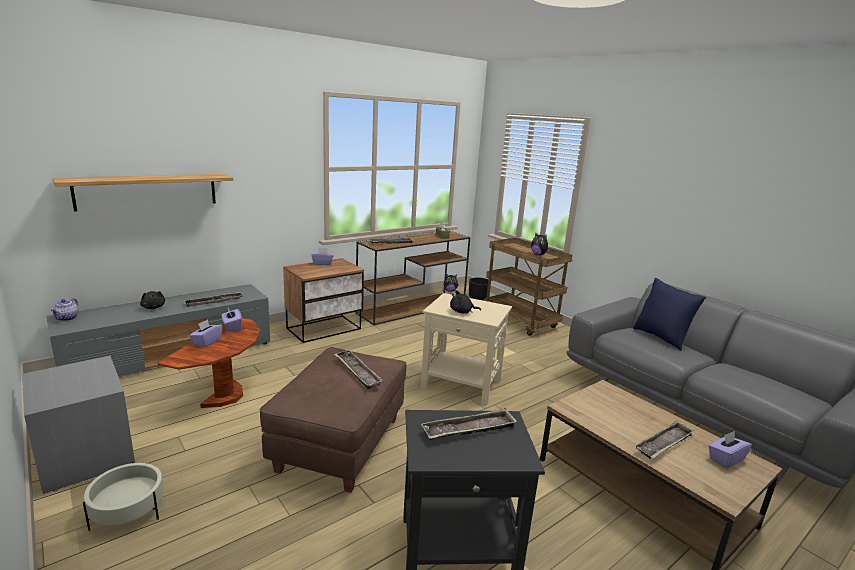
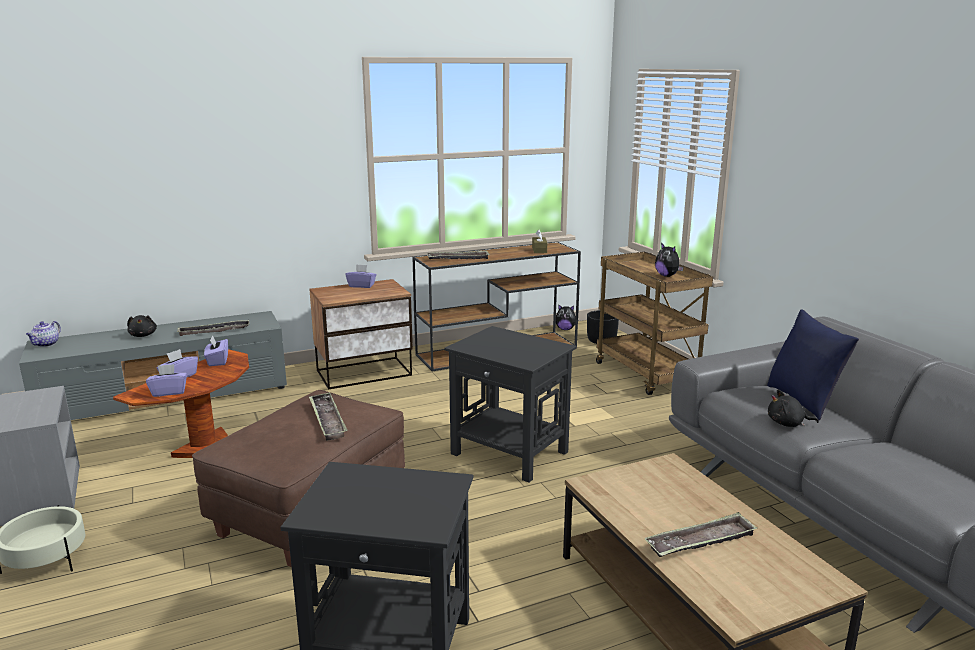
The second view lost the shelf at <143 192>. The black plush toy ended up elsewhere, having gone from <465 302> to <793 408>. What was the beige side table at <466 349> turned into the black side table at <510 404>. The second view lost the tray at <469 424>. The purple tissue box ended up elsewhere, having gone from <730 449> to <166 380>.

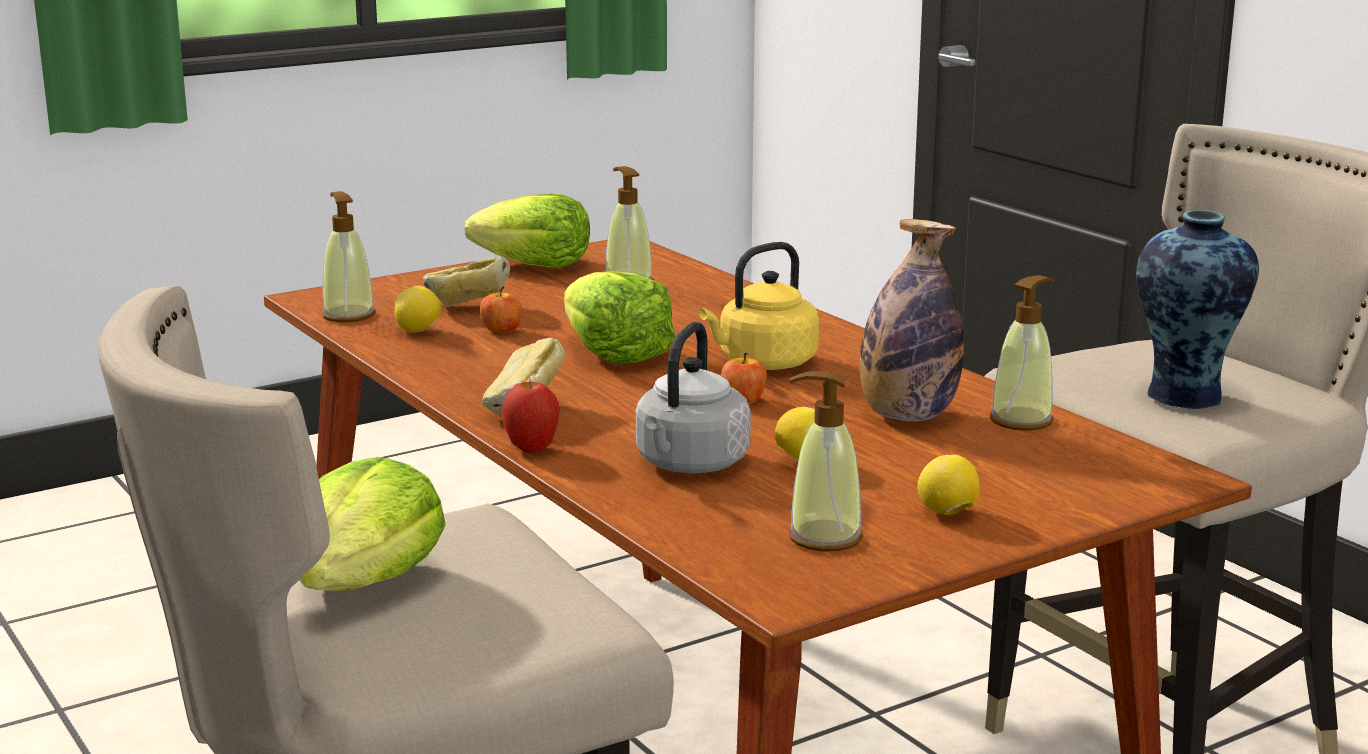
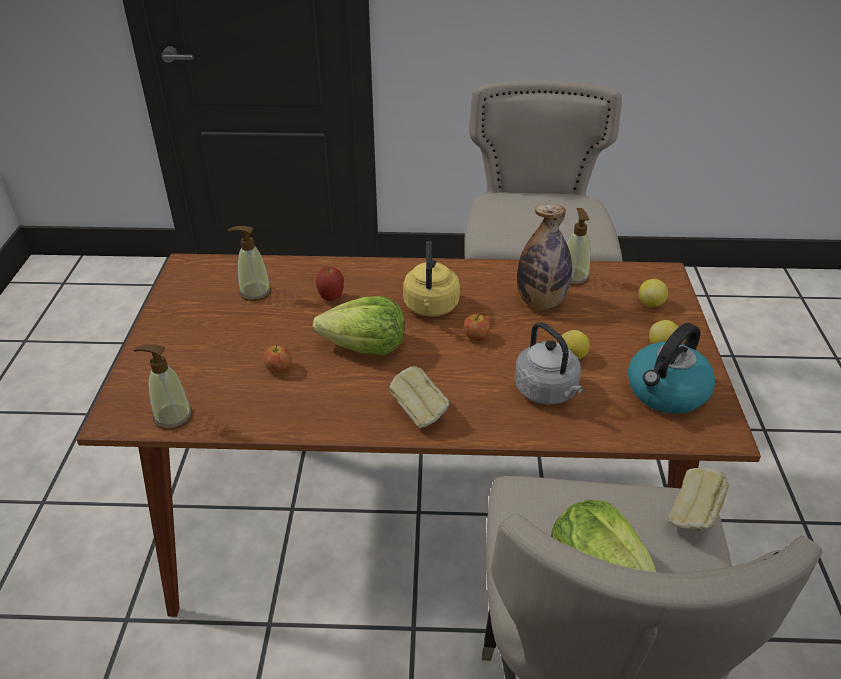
The second view lost the lettuce at <527 231>. The second view lost the vase at <1197 309>. The bread ended up elsewhere, having gone from <466 282> to <698 499>. The lemon ended up elsewhere, having gone from <418 309> to <653 293>. Where the soap dispenser stood at <826 461>, the kettle came to stand at <671 368>. The apple ended up elsewhere, having gone from <531 417> to <330 284>.

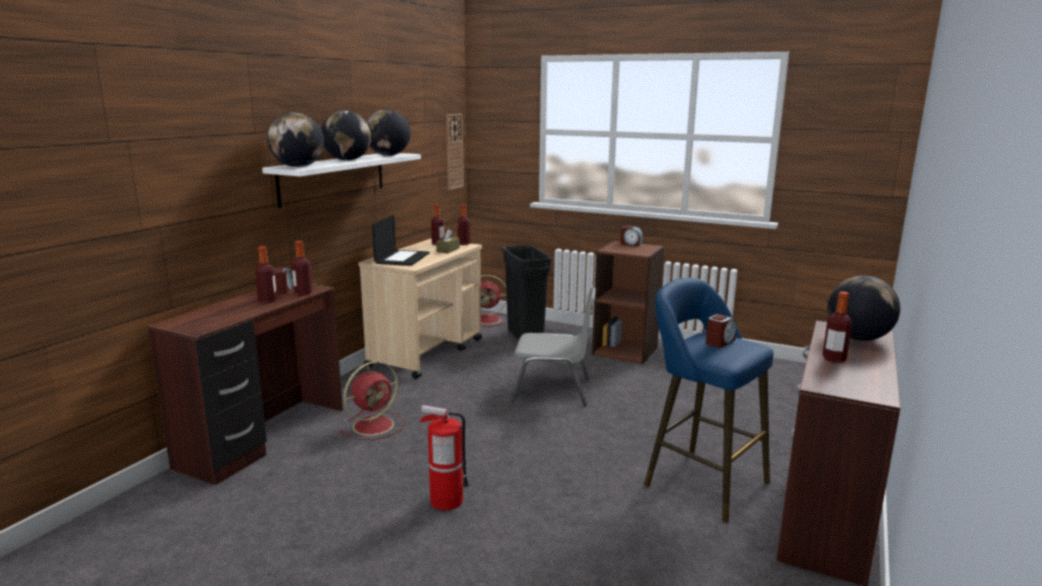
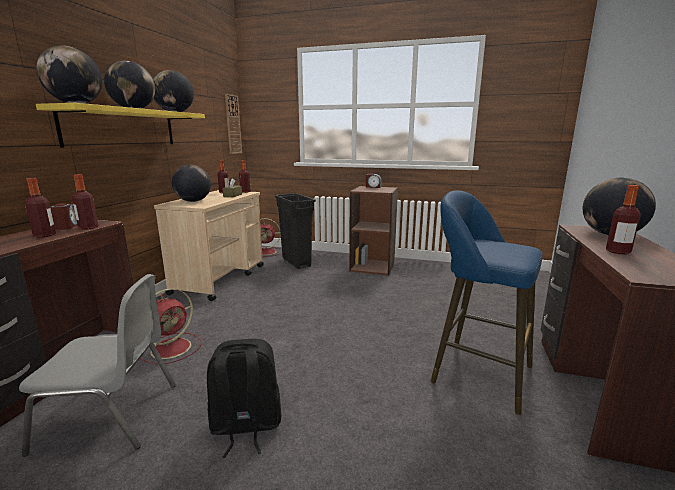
What was the white shelf at <341 180> turned into the yellow shelf at <120 125>. Where the laptop stood at <401 240>, the globe came to stand at <191 183>. The grey chair ended up elsewhere, having gone from <553 346> to <97 365>. The second view lost the alarm clock at <721 331>. Where the fire extinguisher stood at <444 458>, the black backpack came to stand at <244 398>.

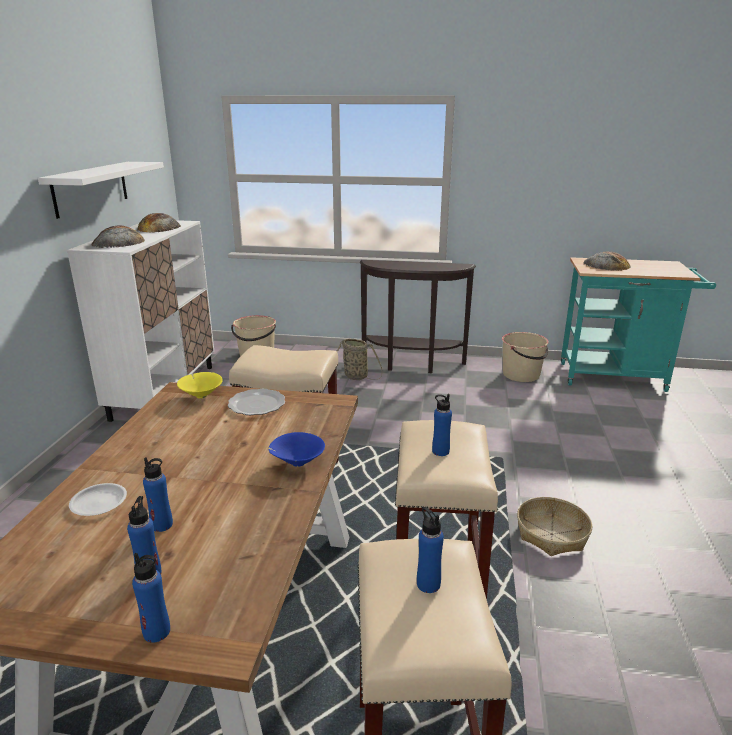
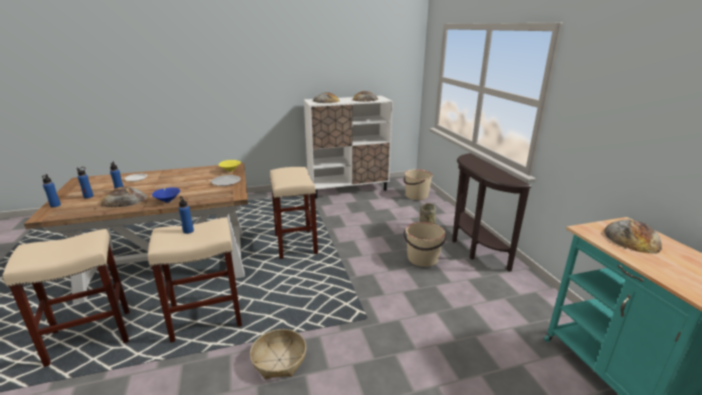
The second view lost the white shelf at <101 190>. The beige bucket ended up elsewhere, having gone from <525 357> to <425 244>. The second view lost the blue bottle at <430 550>. The second view gained the bread at <123 197>.

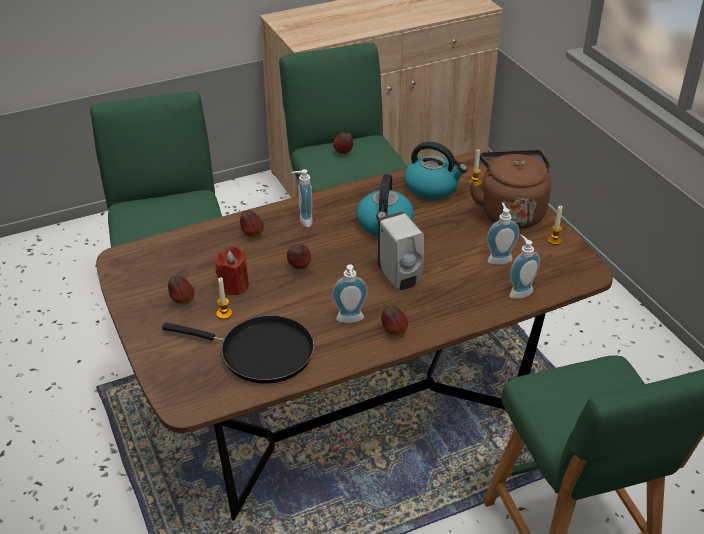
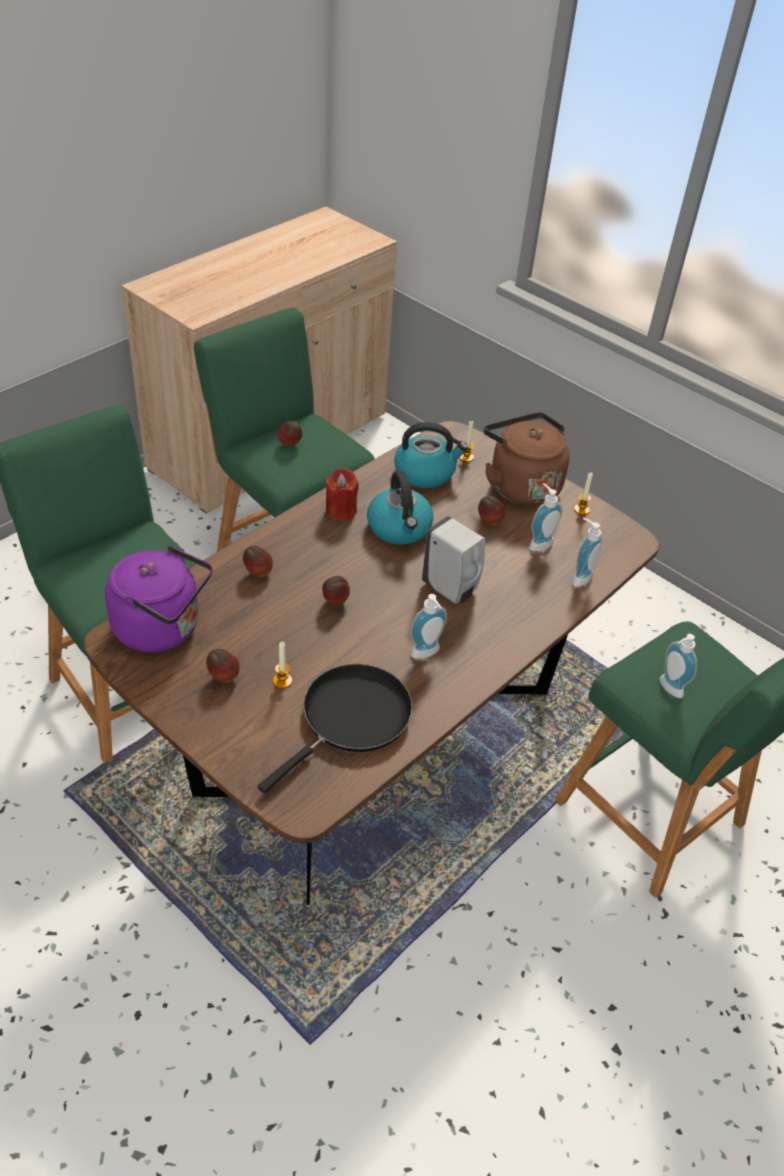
The soap dispenser ended up elsewhere, having gone from <302 198> to <678 666>. The red candle ended up elsewhere, having gone from <232 270> to <342 494>. The apple ended up elsewhere, having gone from <394 321> to <491 510>. The black frying pan at <238 349> ended up facing another way, 45 degrees counterclockwise from before. The second view gained the purple kettle at <159 598>.

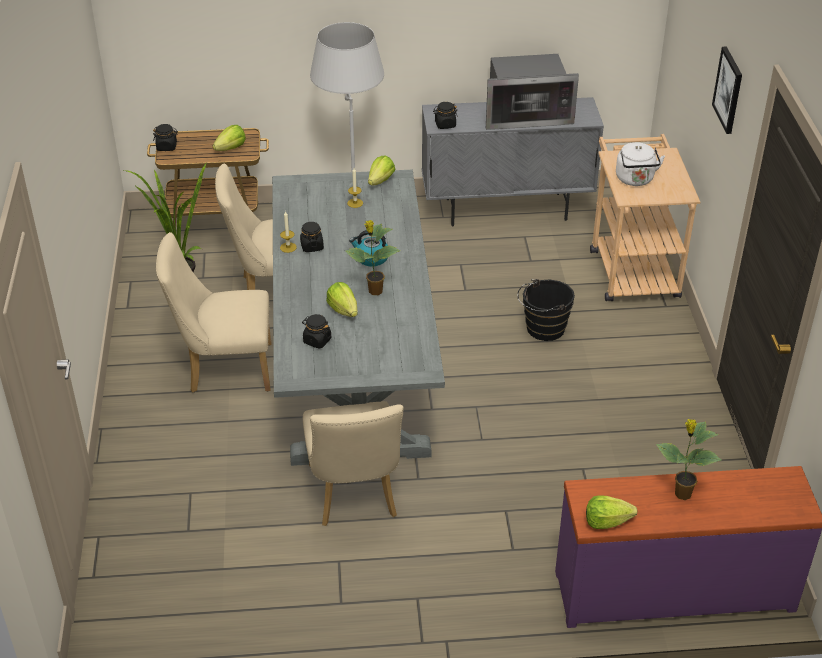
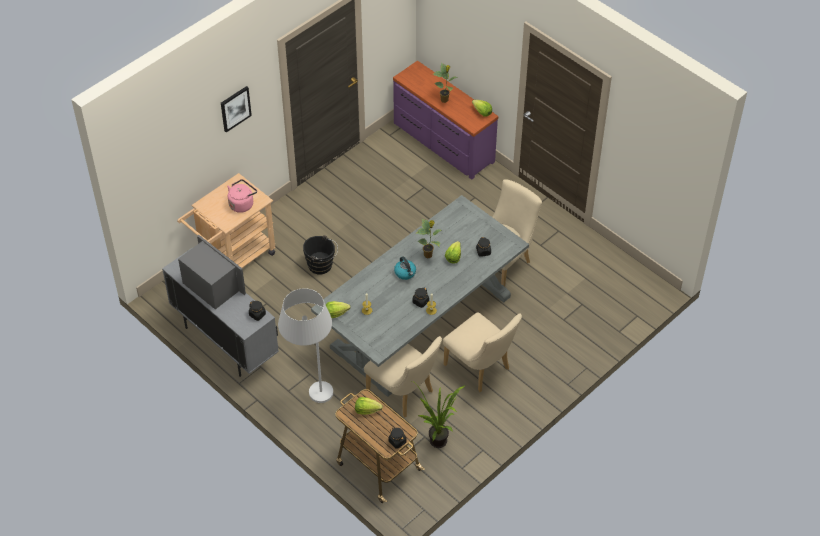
What was the white kettle at <640 164> turned into the pink kettle at <242 196>.

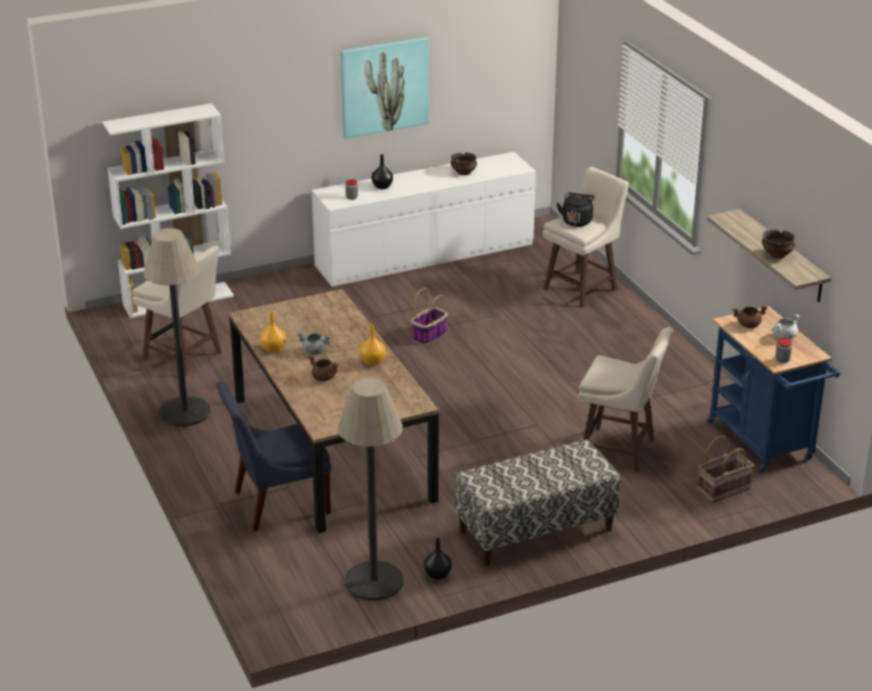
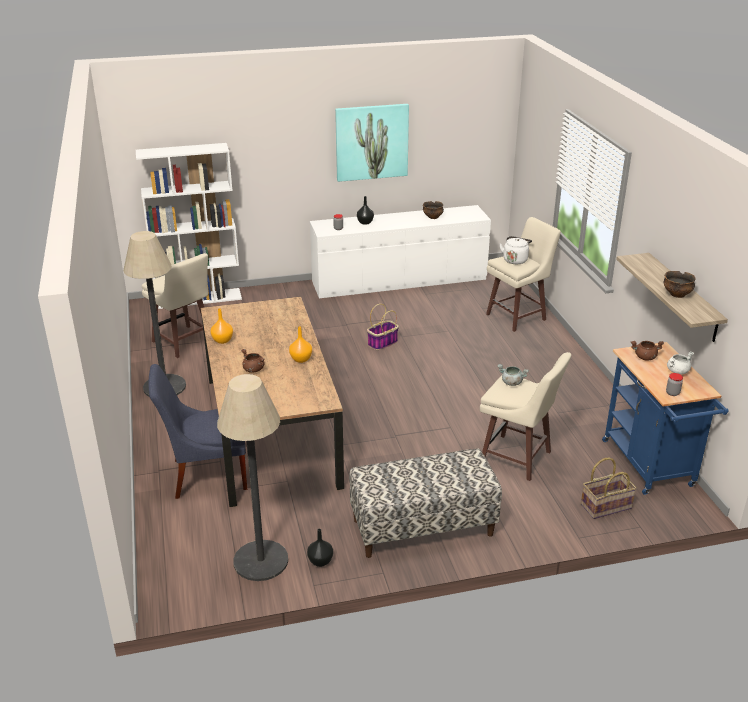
What was the black kettle at <576 209> turned into the white kettle at <515 250>. The grey cooking pot ended up elsewhere, having gone from <314 343> to <513 375>.

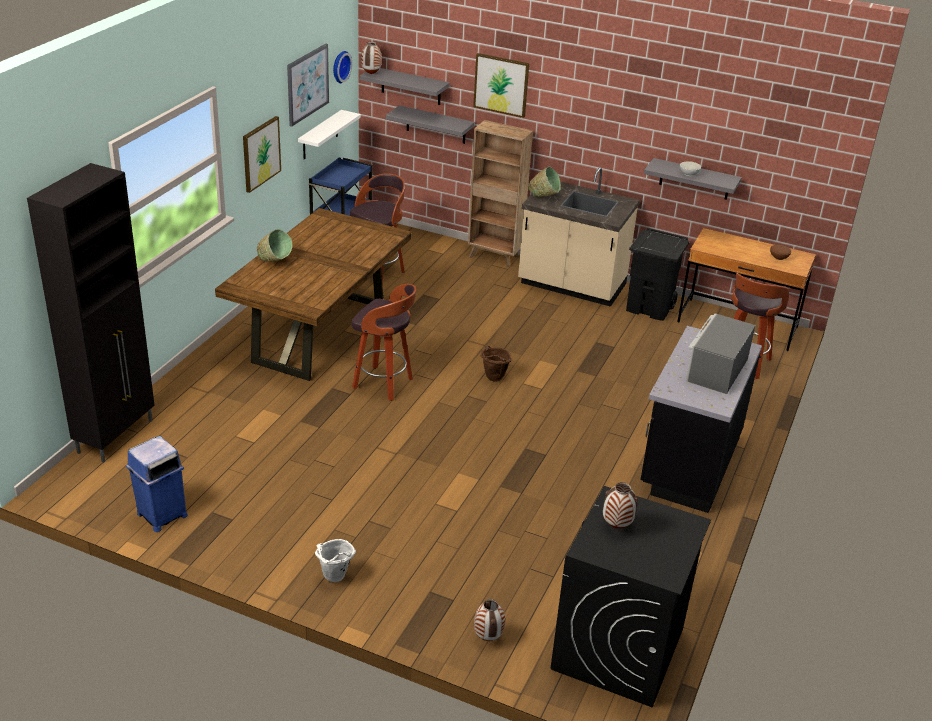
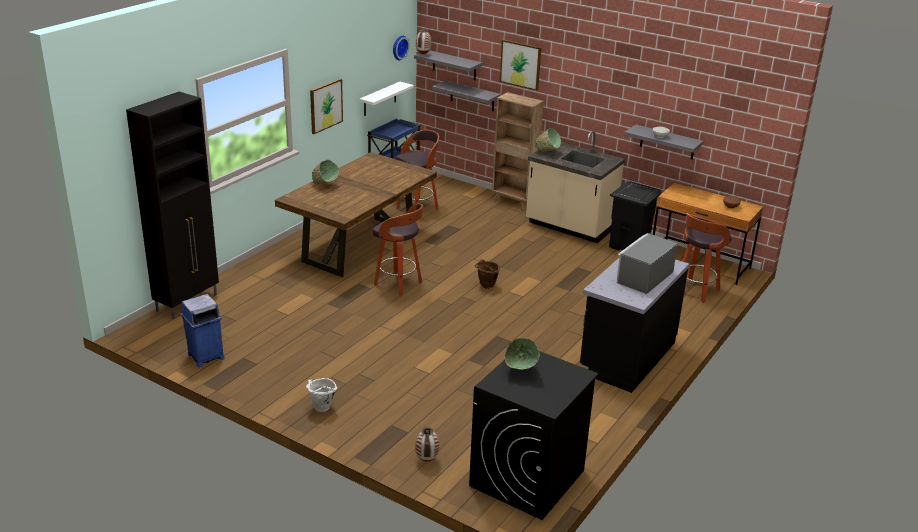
The second view lost the picture at <308 85>. Where the vase stood at <620 505>, the green bowl came to stand at <522 354>.

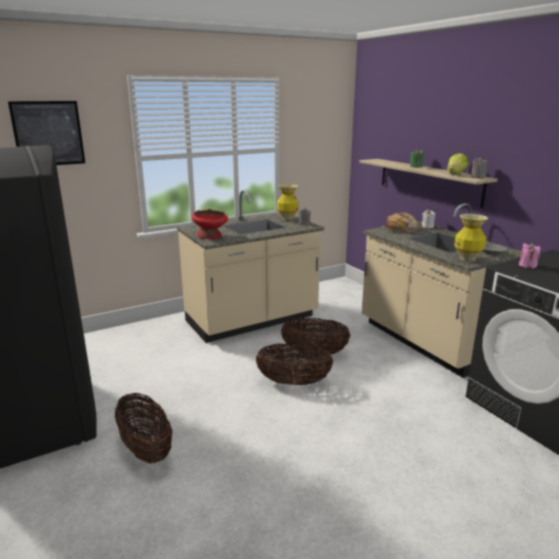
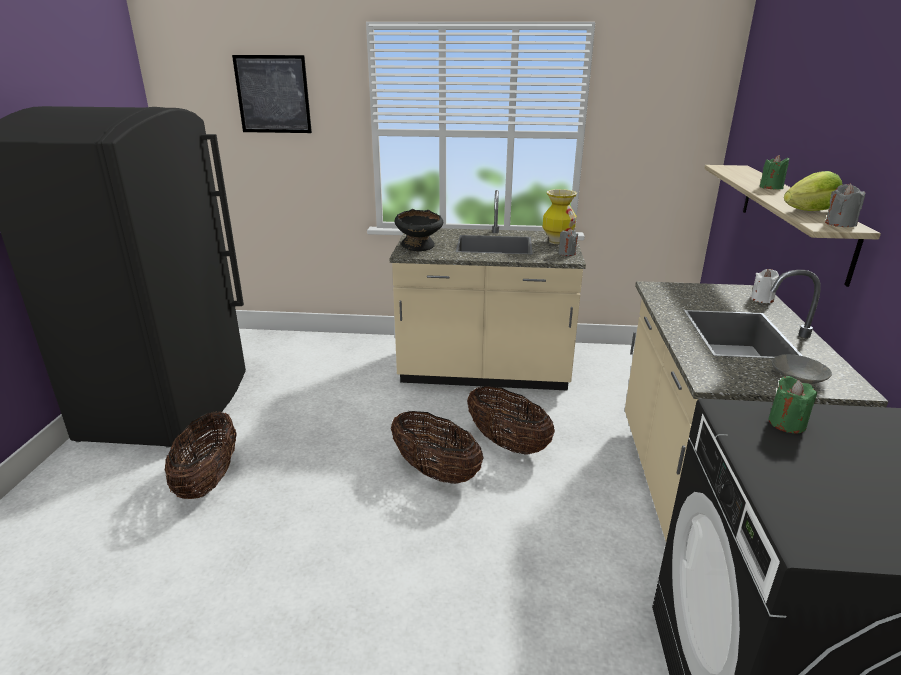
What was the red bowl at <209 224> turned into the black bowl at <419 230>. The second view lost the bread at <399 222>. The second view lost the vase at <471 238>. What was the pink candle at <529 256> turned into the green candle at <793 405>.

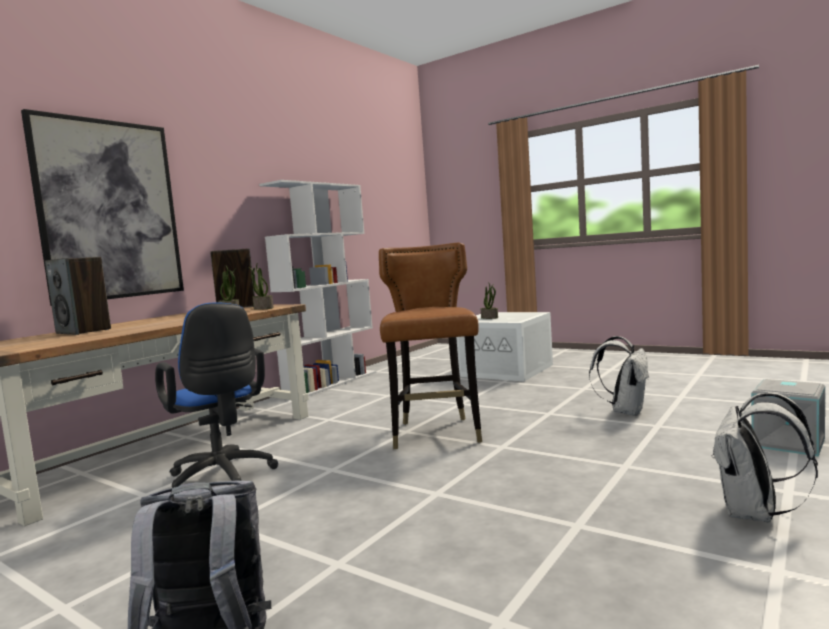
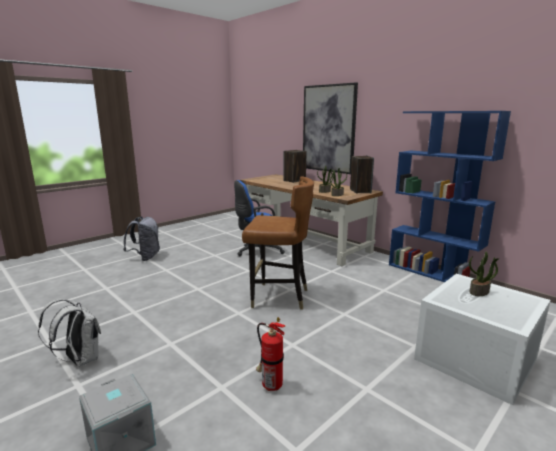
What was the white bookcase at <317 288> turned into the blue bookcase at <450 196>. Where the white backpack stood at <619 376>, the fire extinguisher came to stand at <270 354>.

